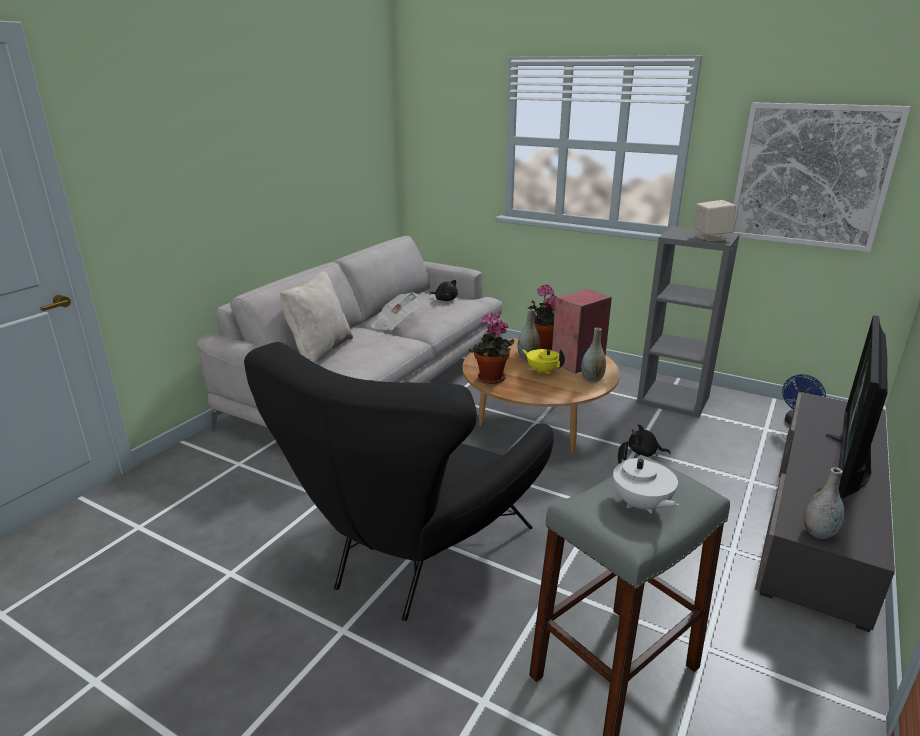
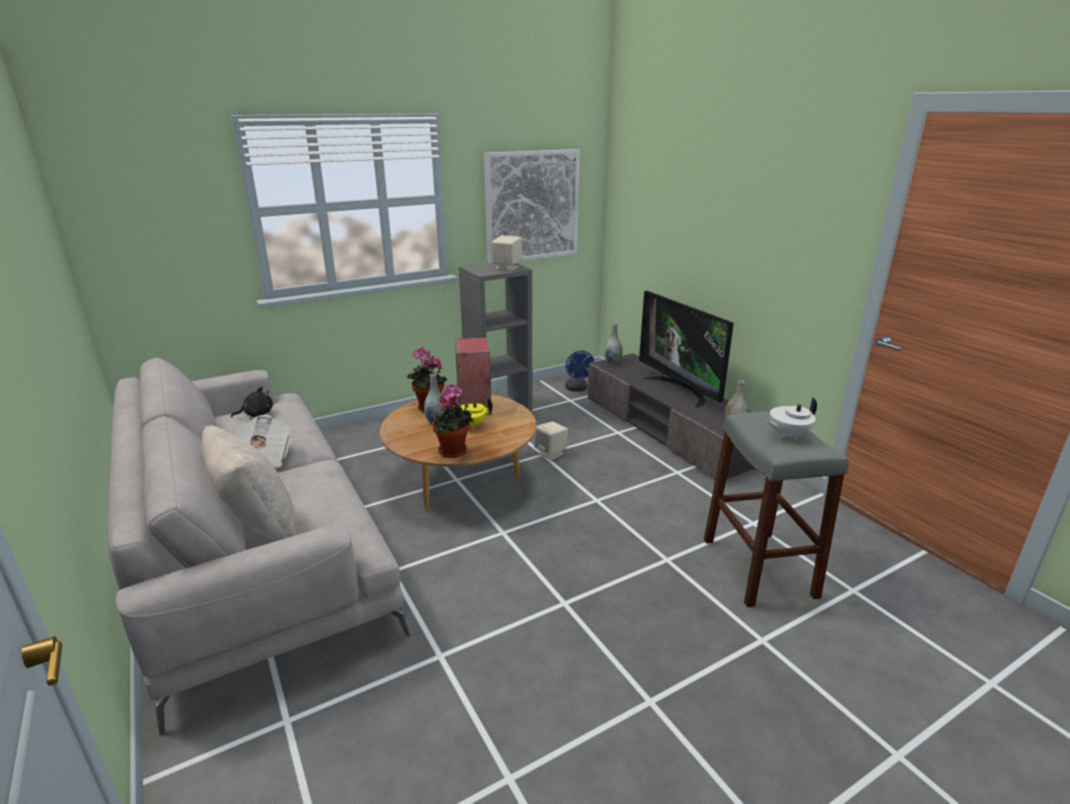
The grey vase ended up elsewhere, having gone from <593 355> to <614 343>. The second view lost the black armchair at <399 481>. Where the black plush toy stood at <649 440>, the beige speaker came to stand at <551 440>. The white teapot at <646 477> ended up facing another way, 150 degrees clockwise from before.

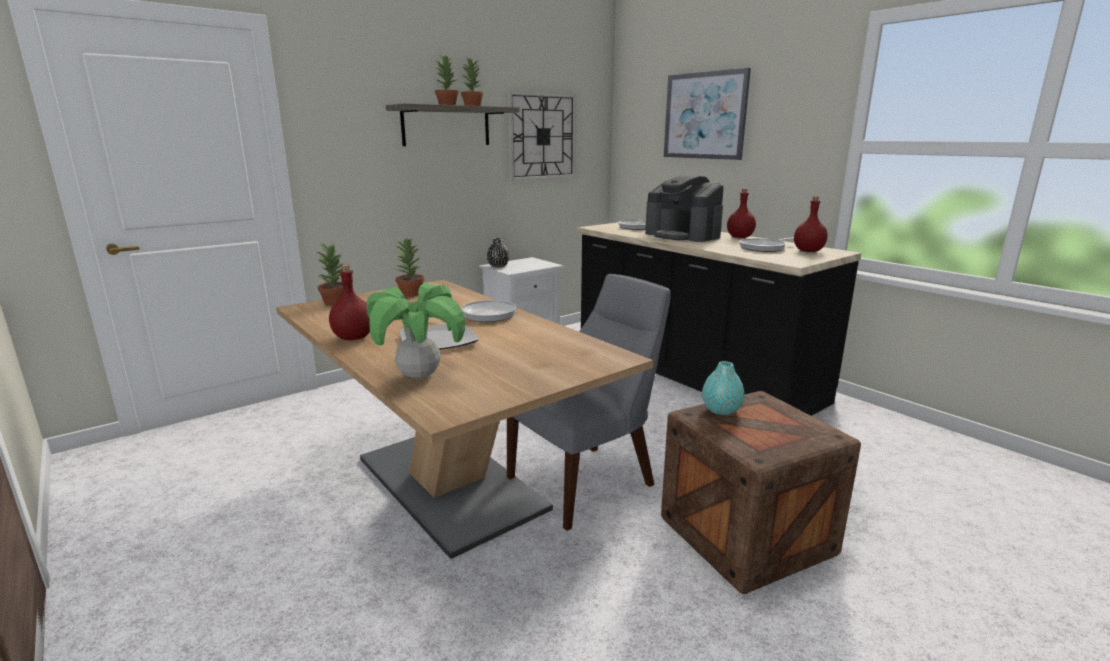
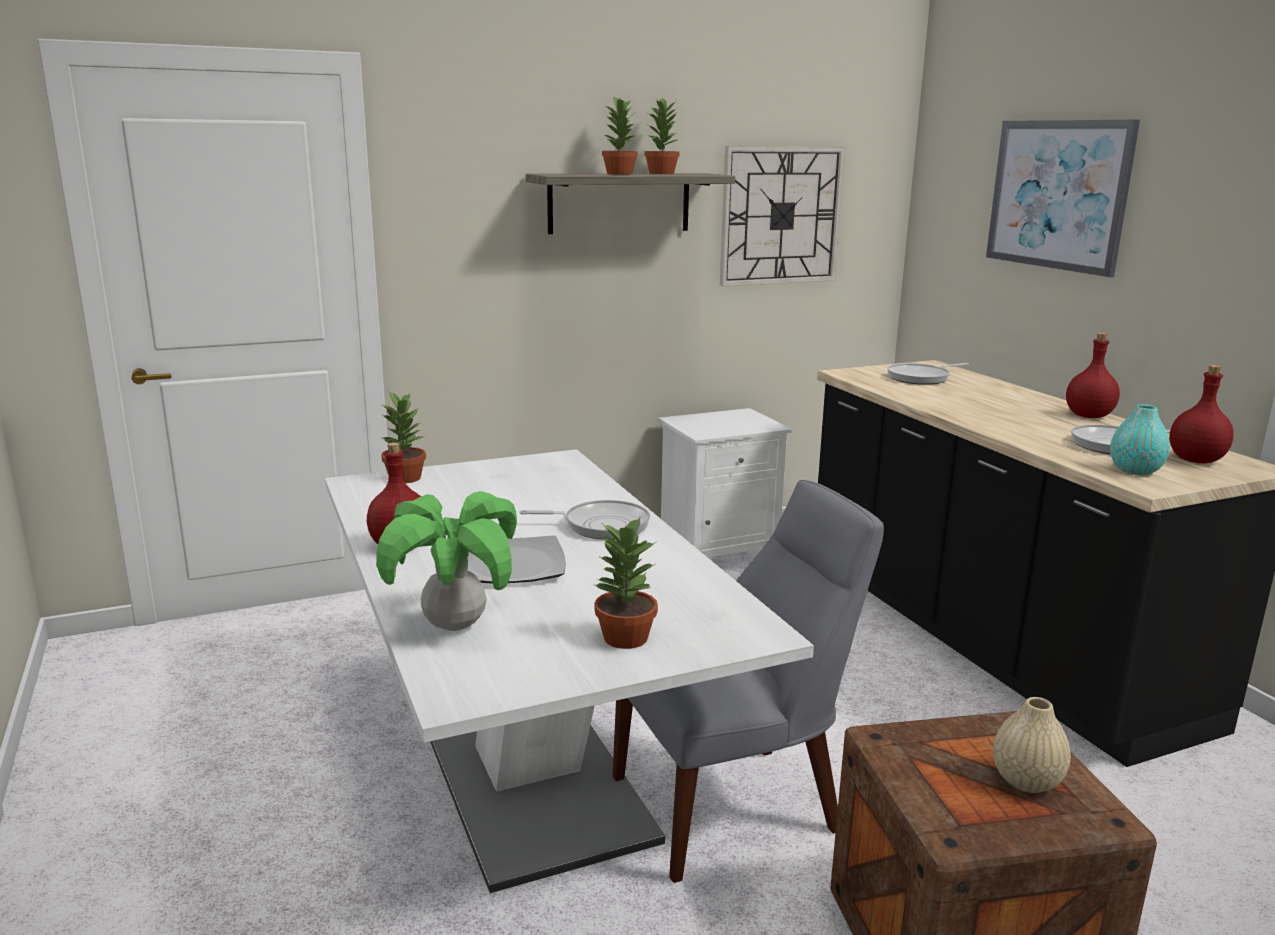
The second view lost the coffee machine at <684 208>. The potted plant ended up elsewhere, having gone from <410 267> to <625 582>. The second view lost the black vase at <498 253>. What was the brown dining table at <464 419> turned into the white dining table at <569 671>. The turquoise vase ended up elsewhere, having gone from <723 388> to <1140 439>. The second view gained the beige vase at <1032 745>.

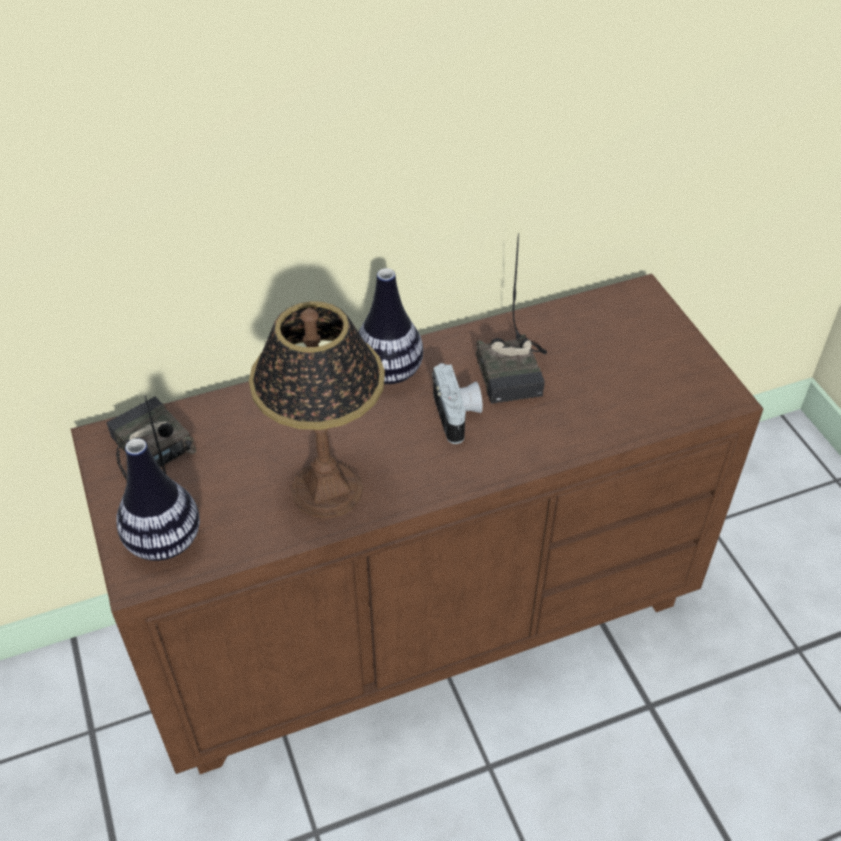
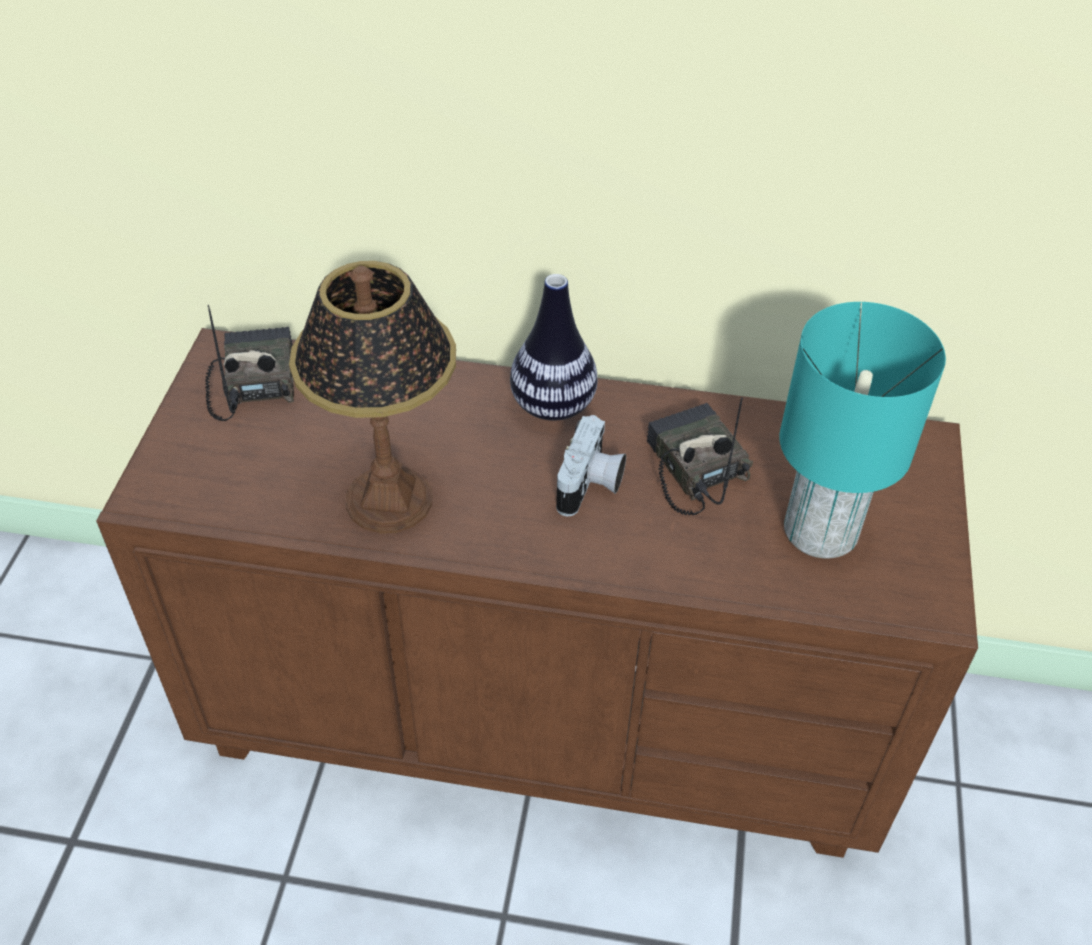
The radio at <511 318> ended up facing another way, 135 degrees clockwise from before. The second view lost the vase at <158 499>. The second view gained the turquoise table lamp at <862 430>.

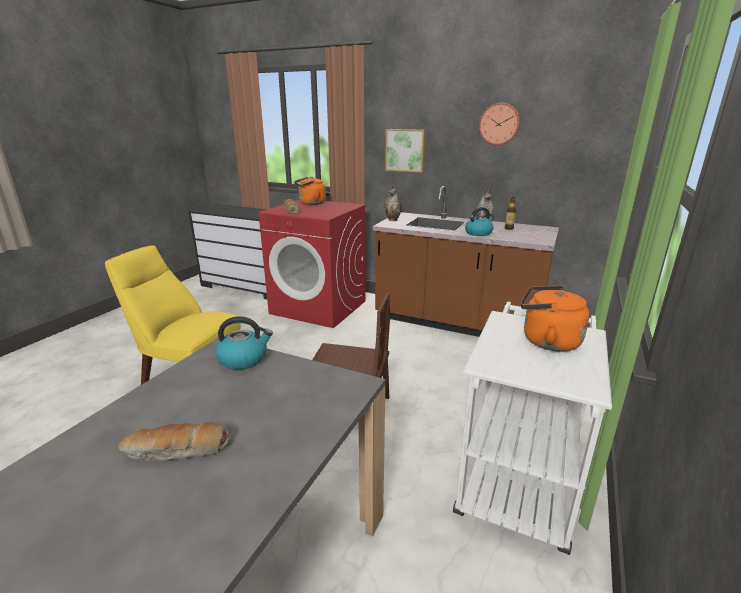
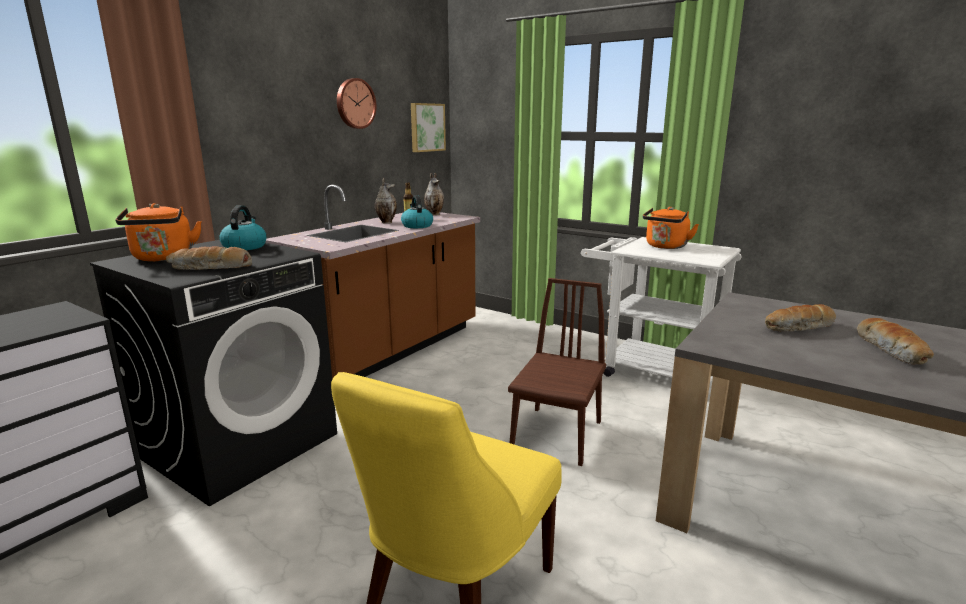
The picture ended up elsewhere, having gone from <405 151> to <428 127>. The vase ended up elsewhere, having gone from <393 202> to <434 194>. What was the red washing machine at <312 264> turned into the black washing machine at <213 373>. The kettle ended up elsewhere, having gone from <244 343> to <243 227>. The second view gained the bread at <800 317>.

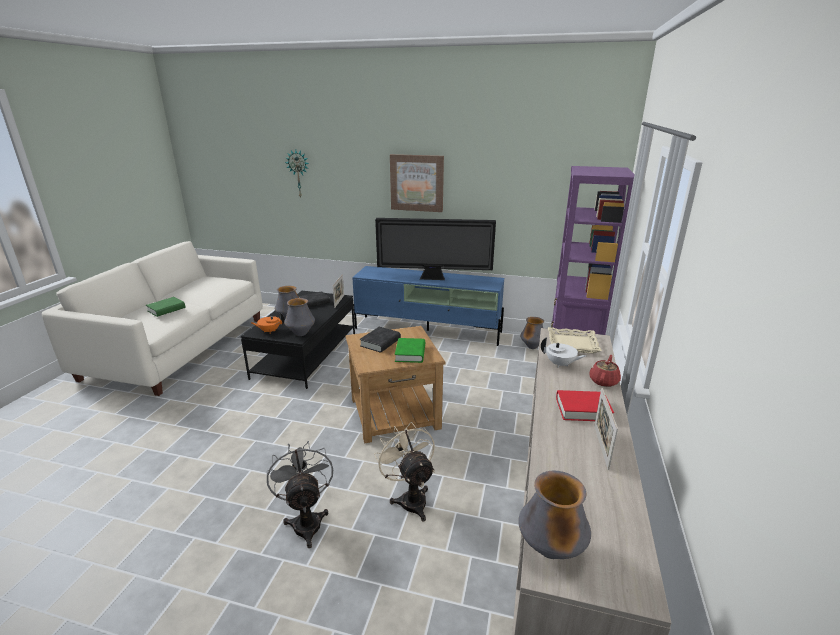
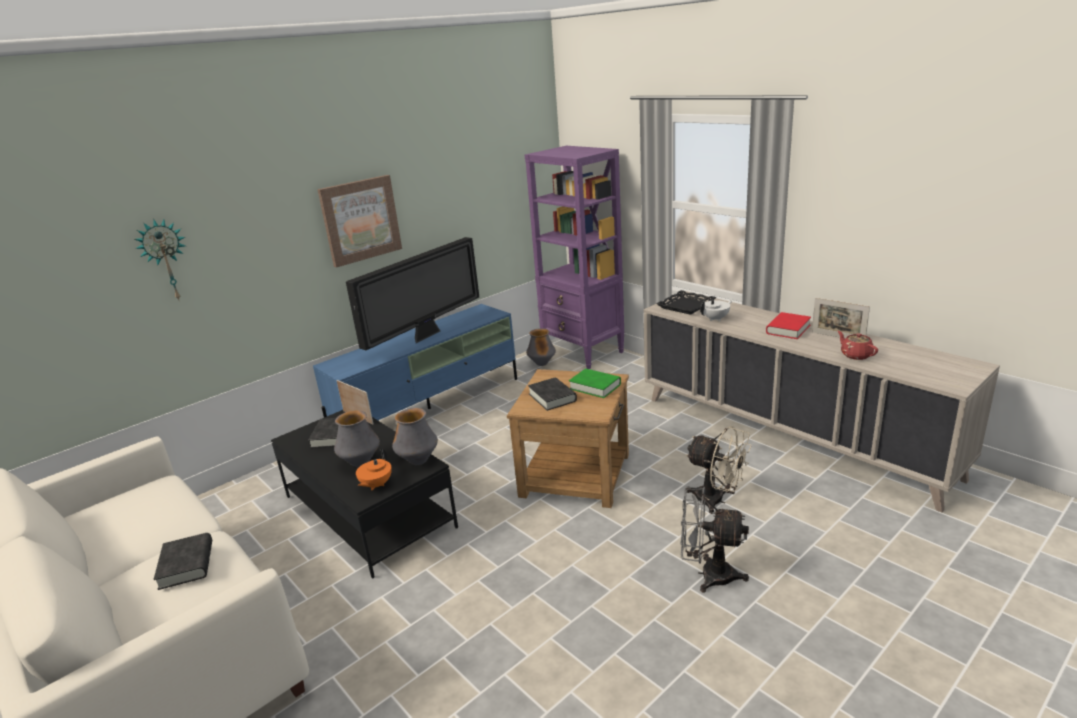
What was the green book at <166 307> turned into the black book at <183 561>. What was the beige tray at <575 340> turned into the black tray at <686 302>. The red teapot ended up elsewhere, having gone from <605 371> to <858 345>. The beige fan at <404 471> ended up facing another way, 150 degrees counterclockwise from before. The second view lost the vase at <554 515>.

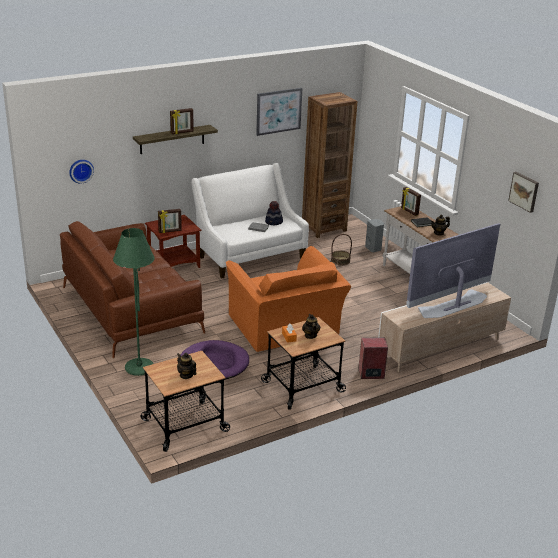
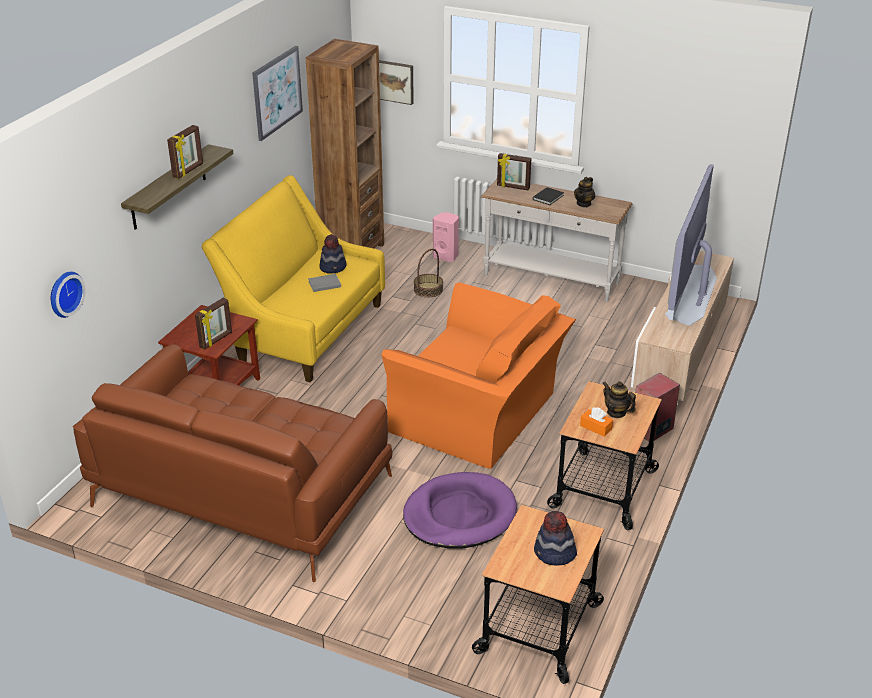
What was the white sofa at <250 221> turned into the yellow sofa at <293 278>. The picture ended up elsewhere, having gone from <523 192> to <396 82>. What was the grey speaker at <374 235> turned into the pink speaker at <446 237>. The second view lost the green floor lamp at <134 302>. Where the teapot stood at <187 366>, the hat came to stand at <555 538>.

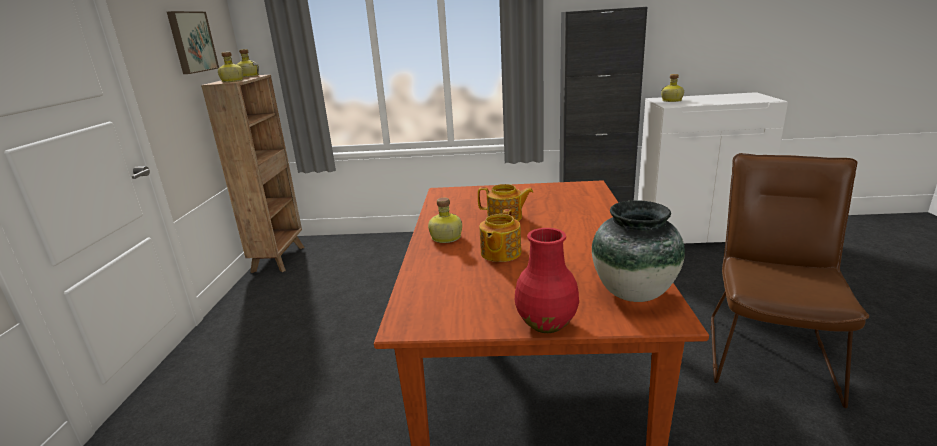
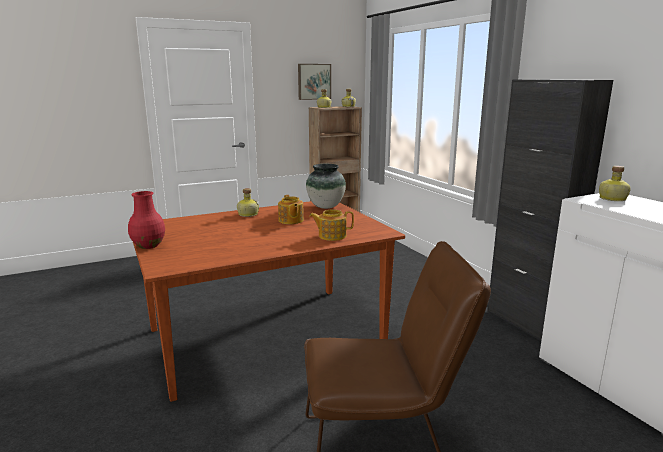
The vase ended up elsewhere, having gone from <638 251> to <326 186>. The teapot ended up elsewhere, having gone from <500 235> to <331 225>.

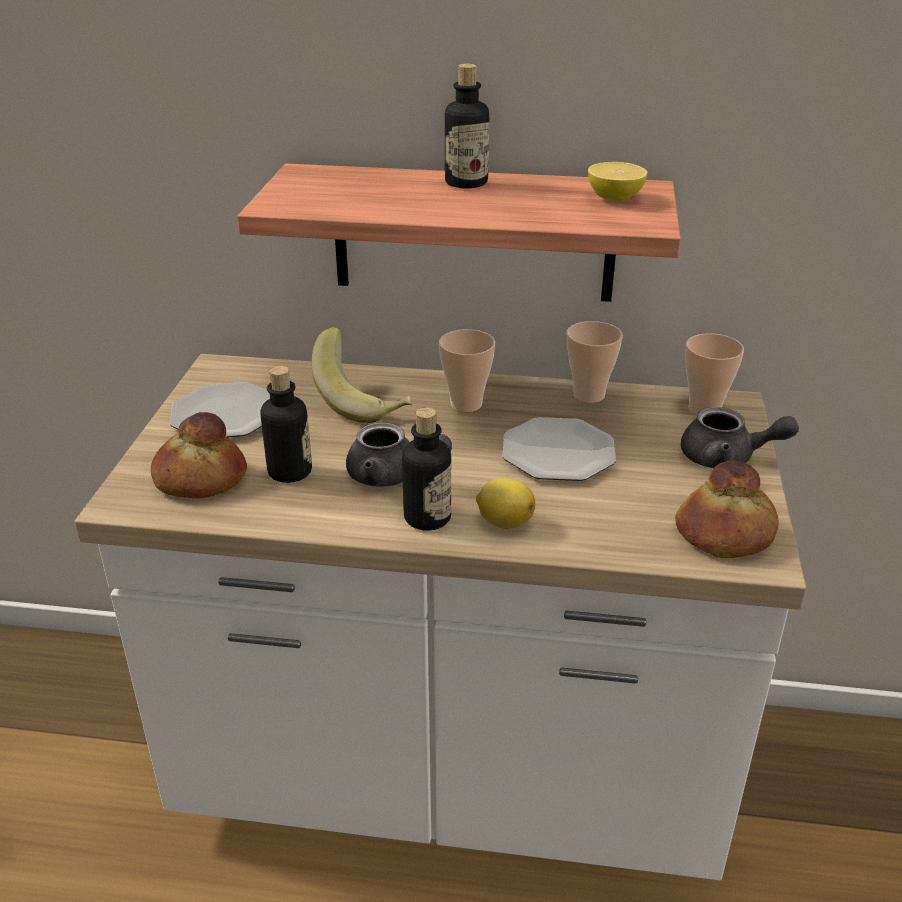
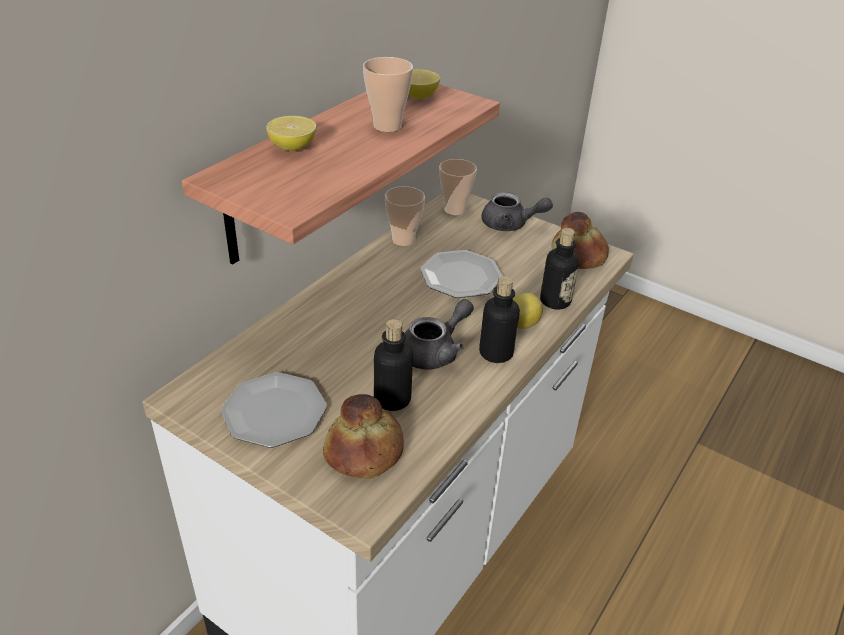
The bottle ended up elsewhere, having gone from <467 126> to <559 268>. The second view lost the banana at <362 375>. The cup ended up elsewhere, having gone from <467 370> to <388 94>. The grey teapot at <740 437> ended up facing another way, 60 degrees clockwise from before. The second view gained the lemon at <291 133>.

